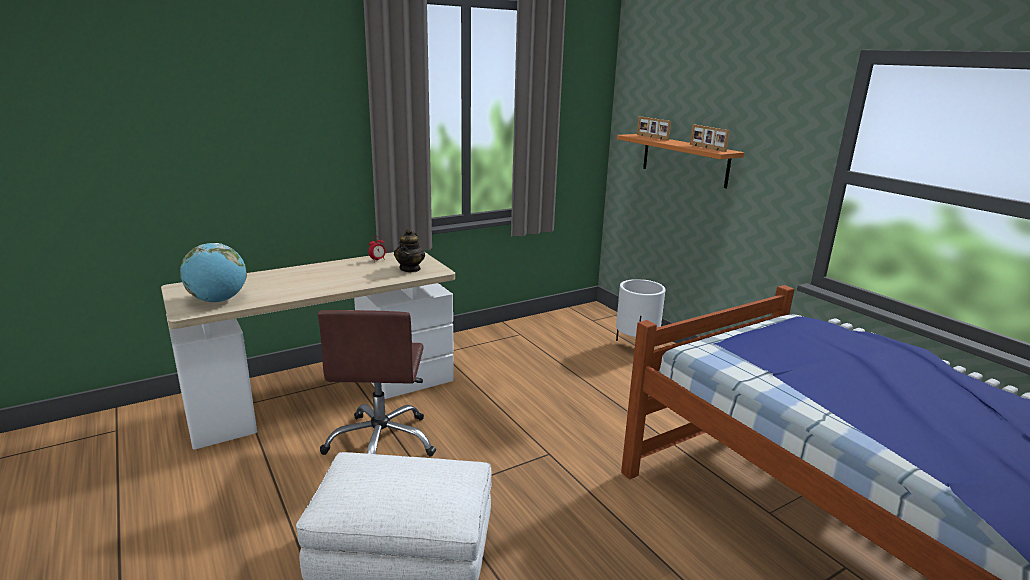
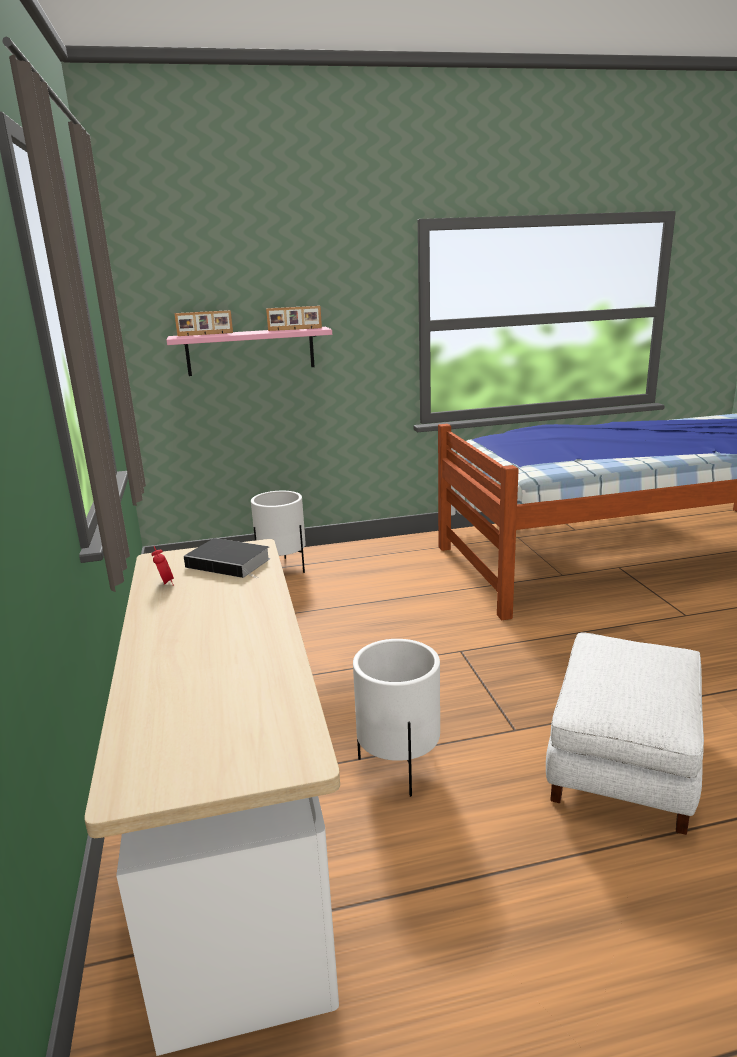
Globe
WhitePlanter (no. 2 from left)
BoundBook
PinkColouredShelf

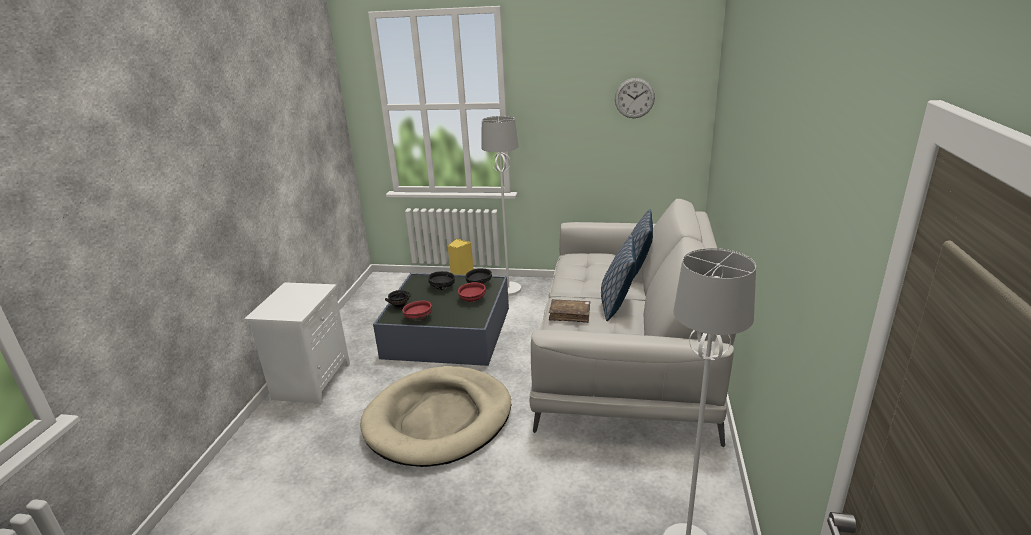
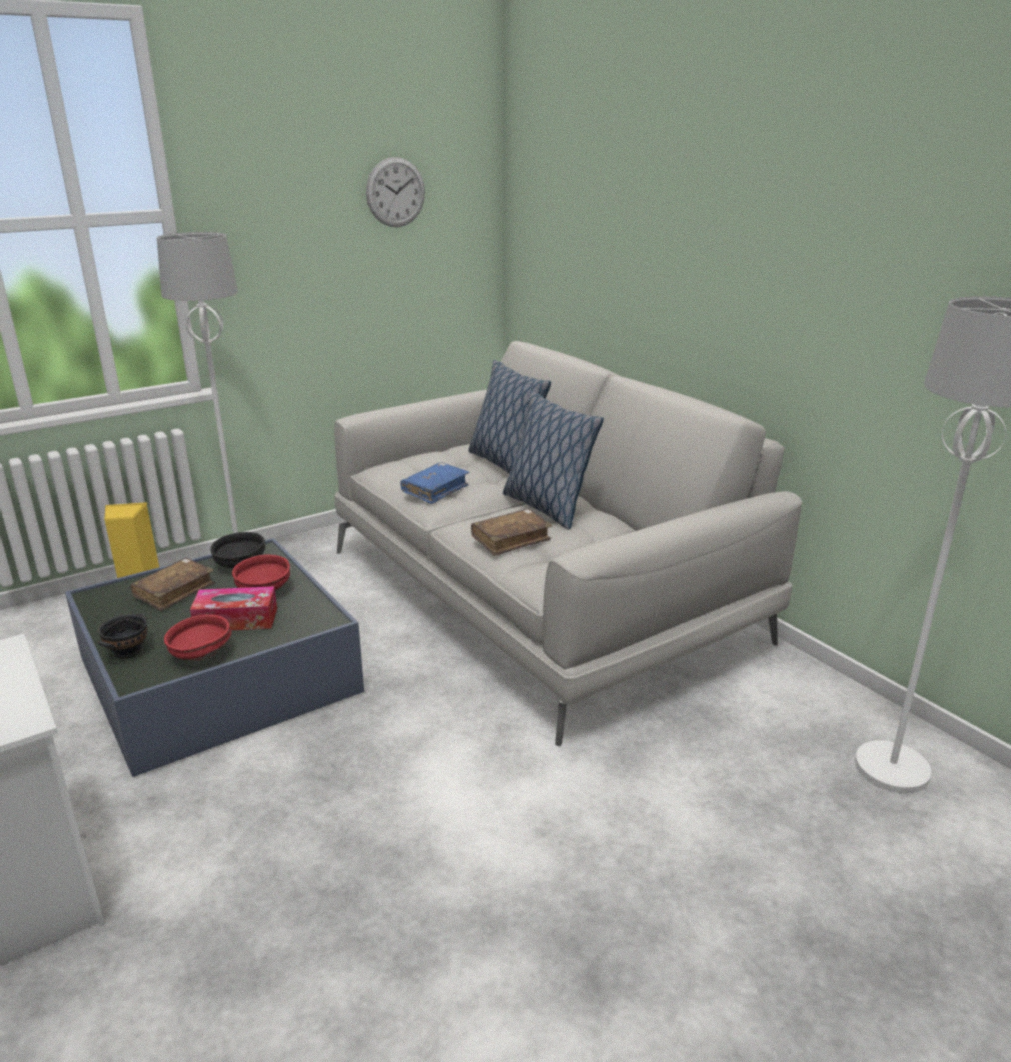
BeigeDogBed
BrownColouredBoundBook (no. 1 from left)
TissueHolder
BluishBoundBook

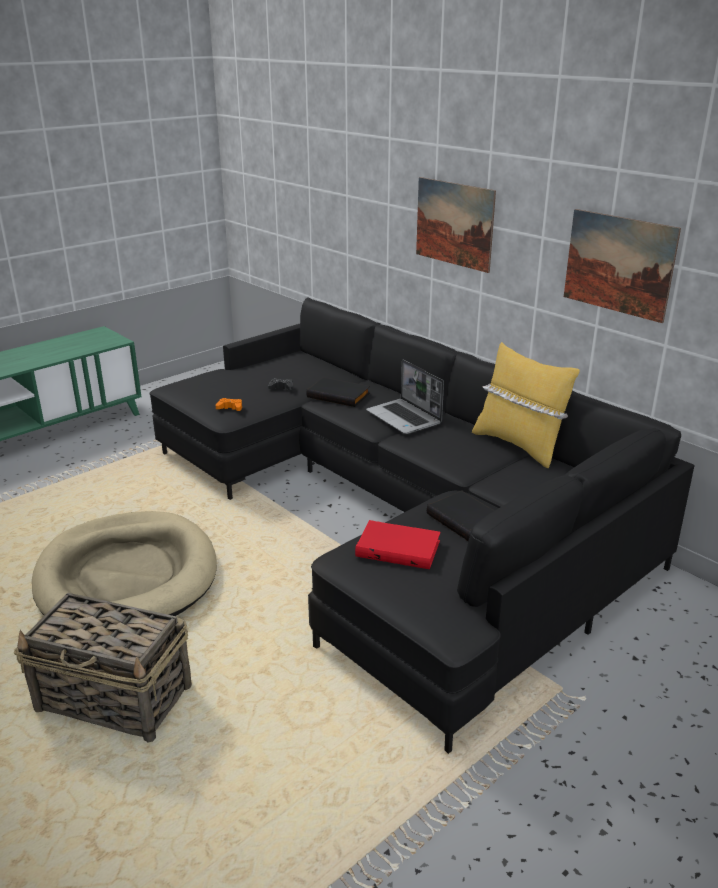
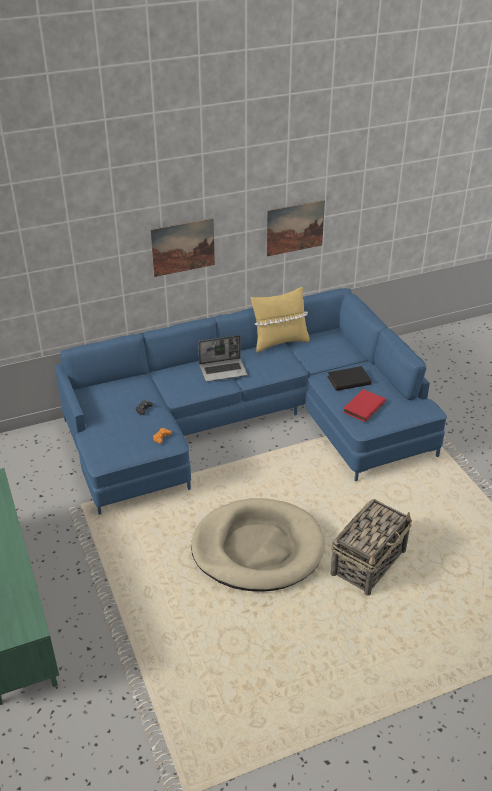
BluishSettee
BlackishBoundBook (no. 1 from left in the first image)

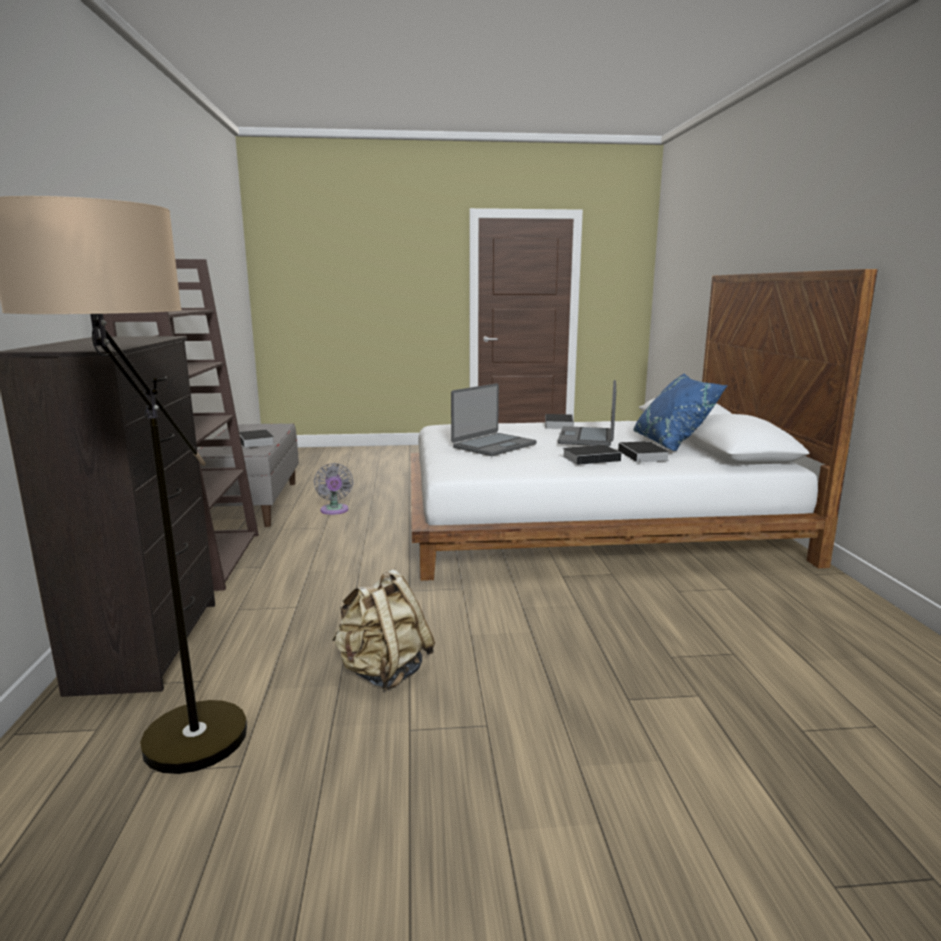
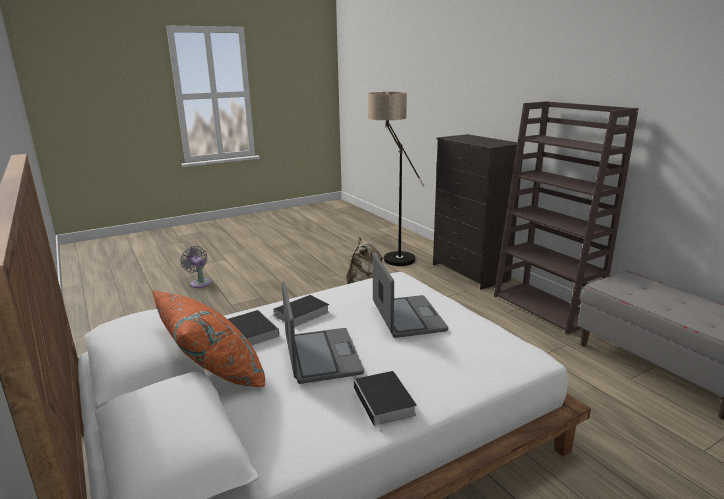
BoundBook (no. 1 from left in the first image)
GrayCoolingFan
NotebookComputer (no. 2 from left)
OrangeColouredThrowPillow

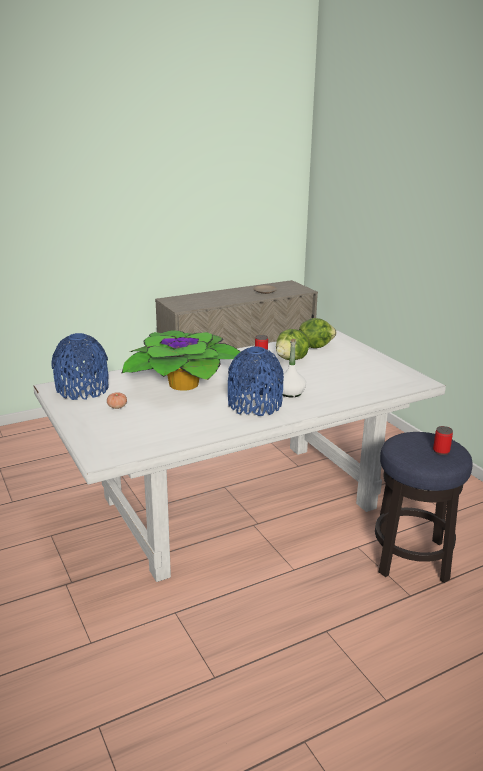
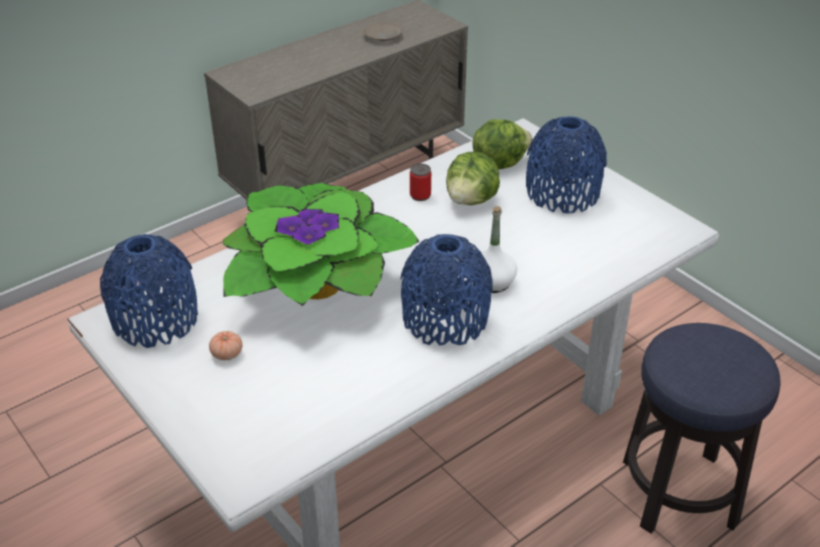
Can (no. 2 from left in the first image)
BluishDecorativeVase (no. 3 from left)

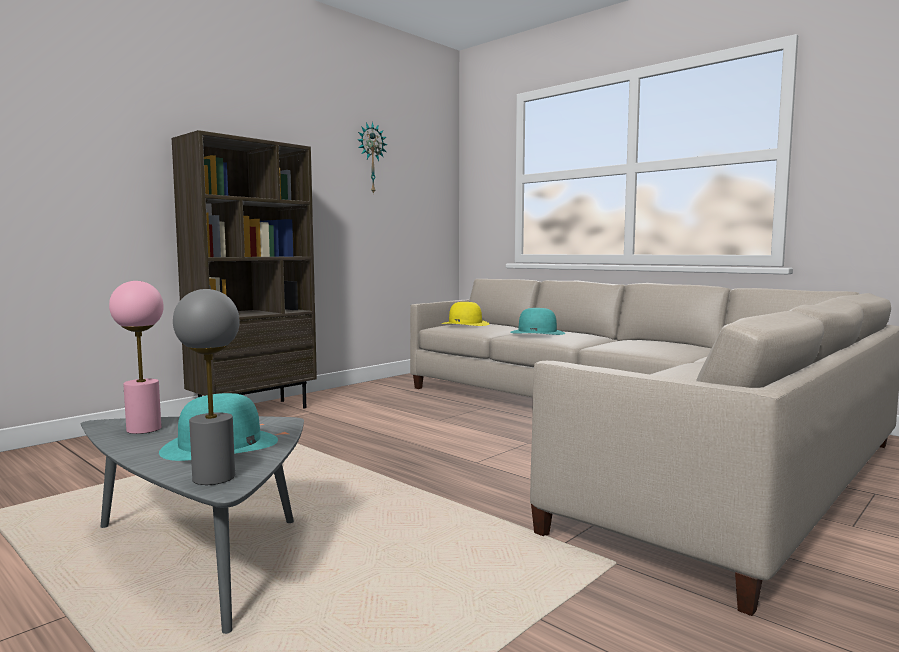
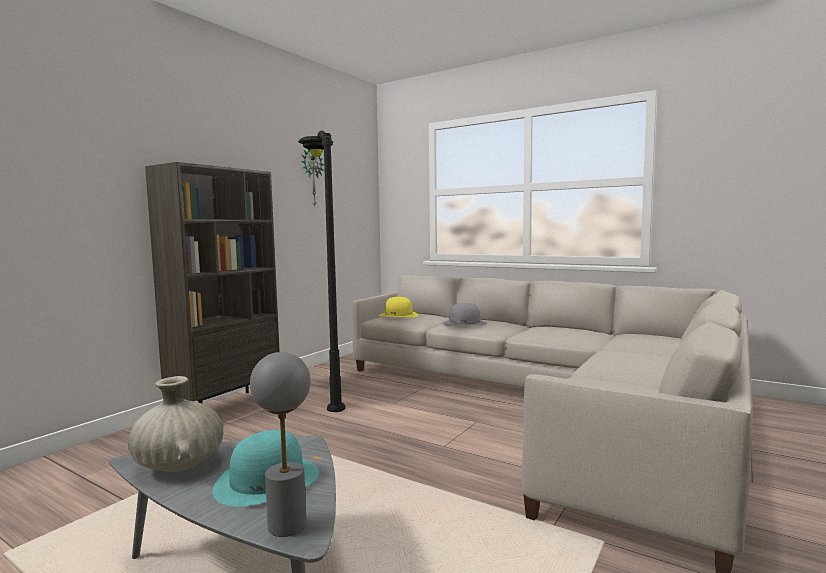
BeigeDecorativeVase
GrayClothingHat
BlackishFloorLamp

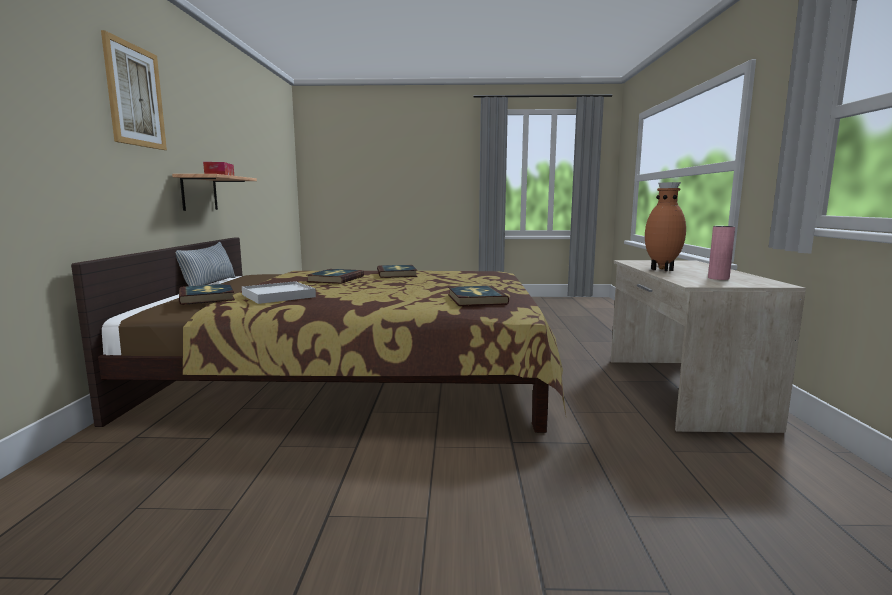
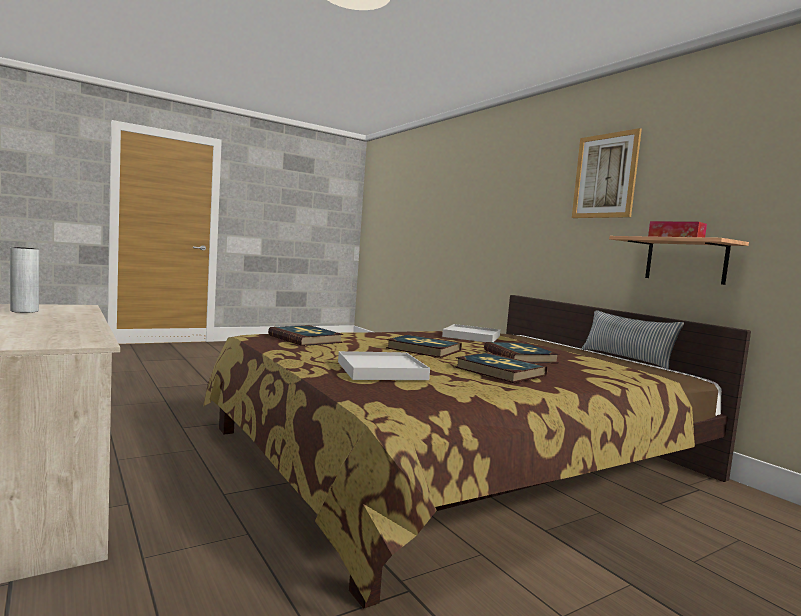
BoundBook (no. 2 from left)
BrownColouredDecorativeVase
GrayDecorativeVase
WhiteCarryingTray (no. 1 from left)

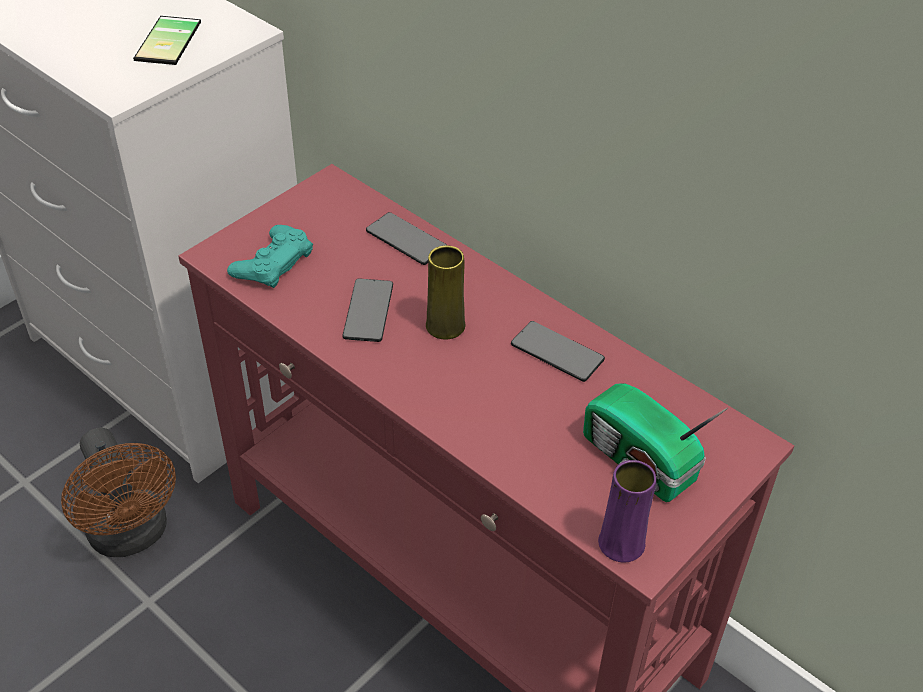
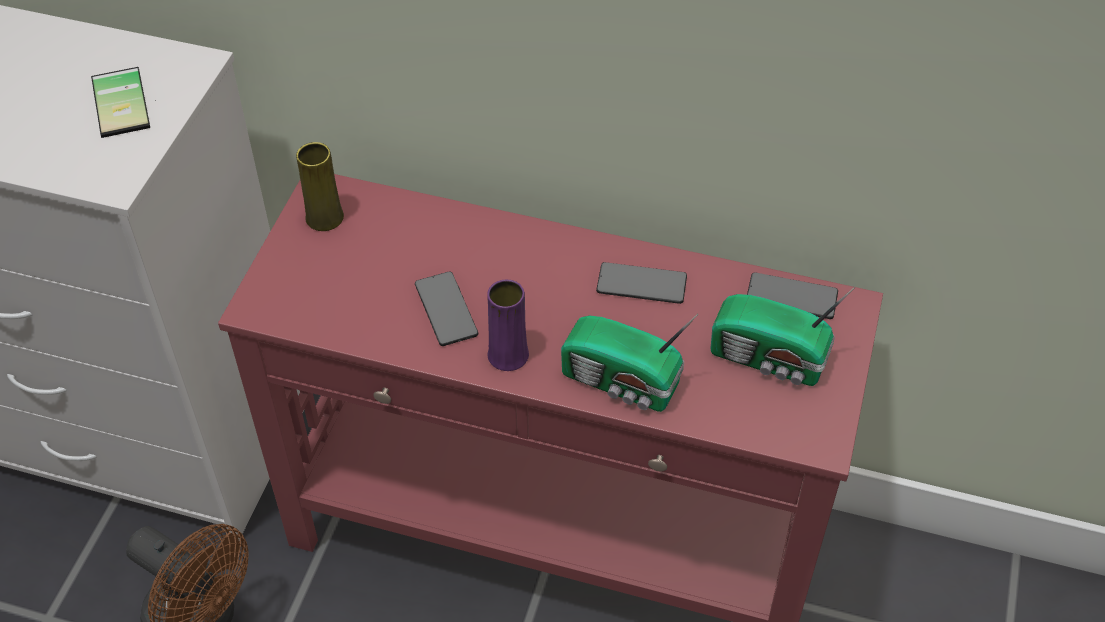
BlueGreenJoypad
Telephone (no. 4 from left)
YellowColouredDecorativeVase
PurplishDecorativeVase
RadioSet (no. 1 from left)

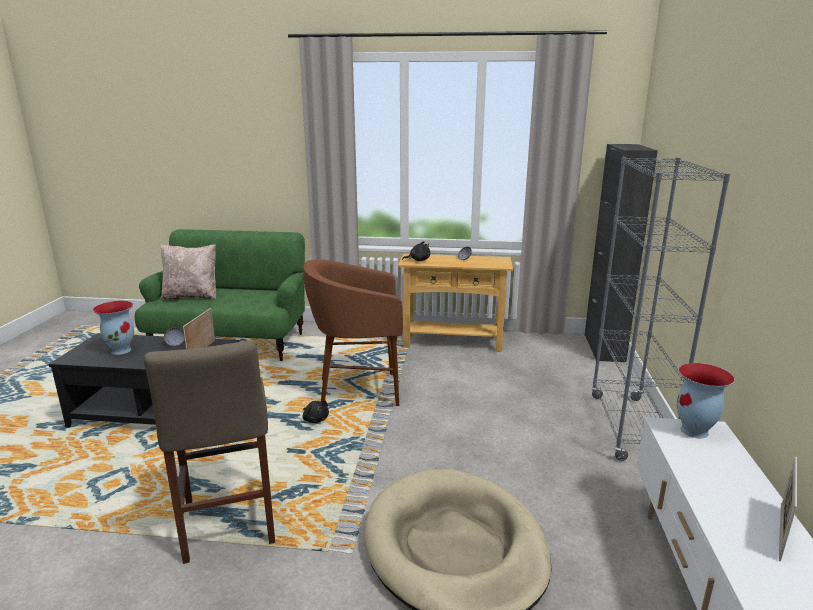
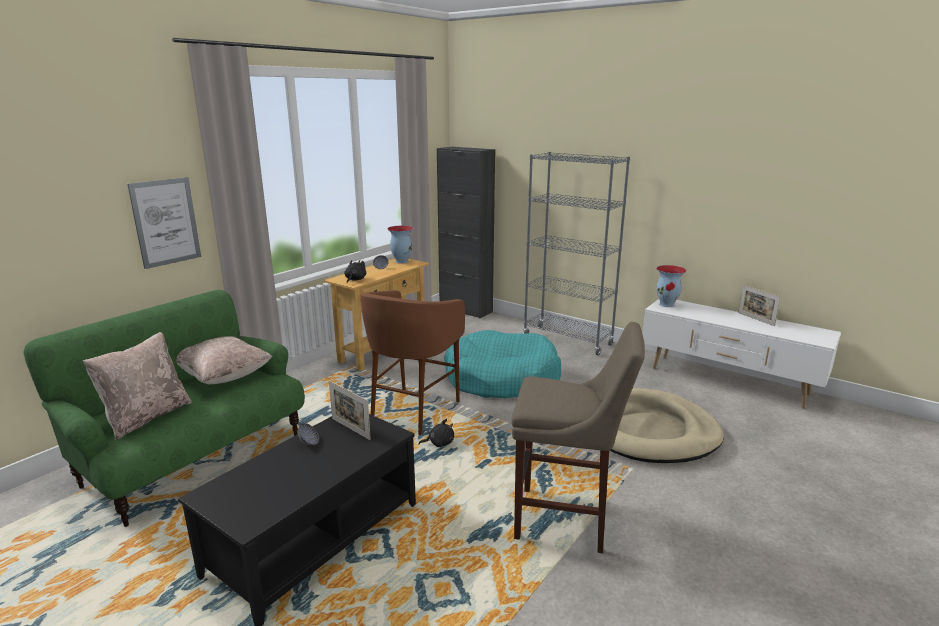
DecorativeVase (no. 1 from left)
WallArt
BeigeThrowPillow (no. 2 from left)
BlueGreenDogBed

